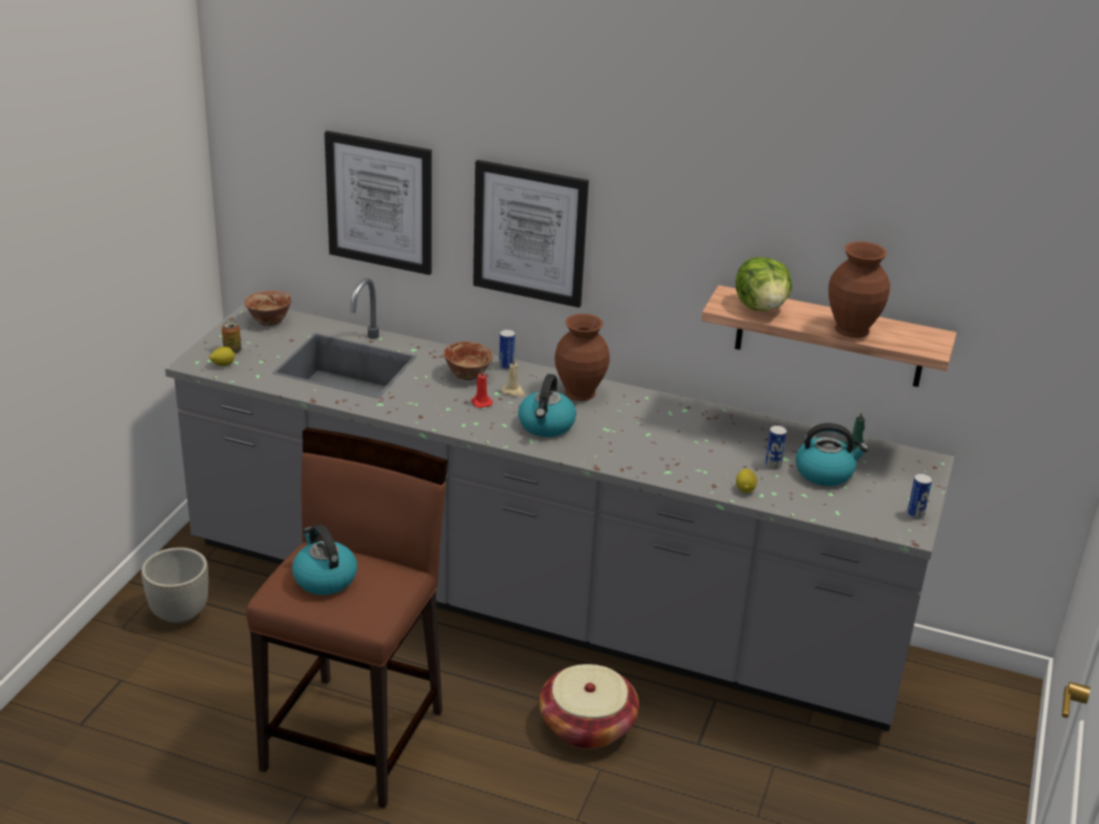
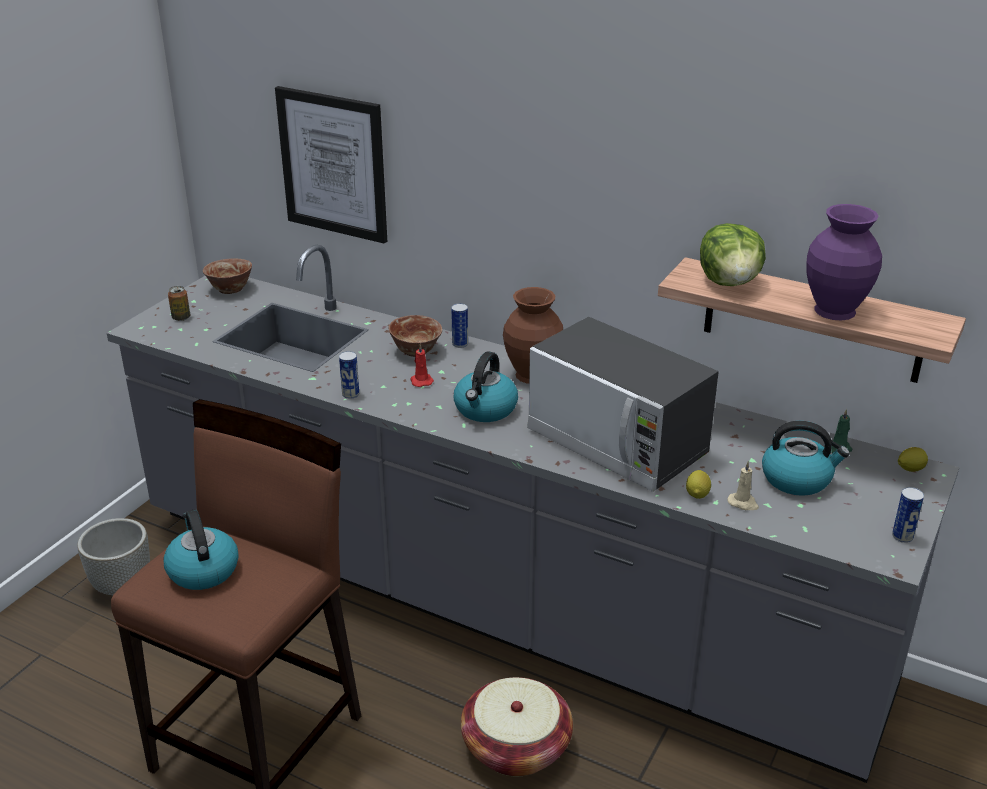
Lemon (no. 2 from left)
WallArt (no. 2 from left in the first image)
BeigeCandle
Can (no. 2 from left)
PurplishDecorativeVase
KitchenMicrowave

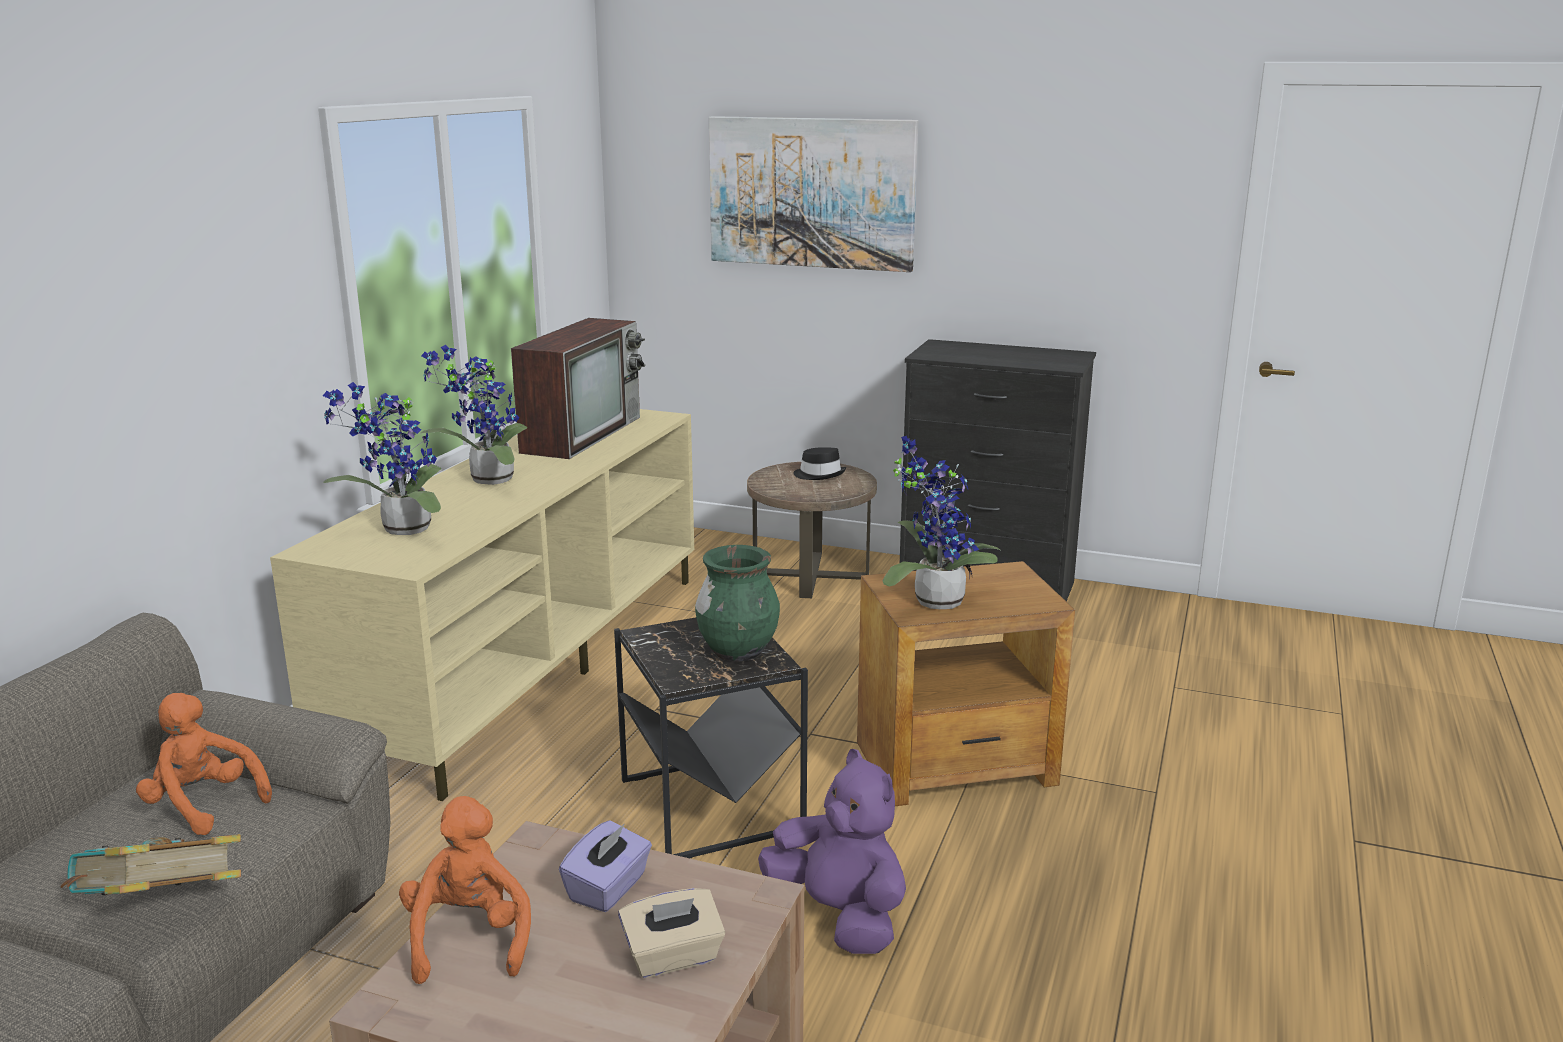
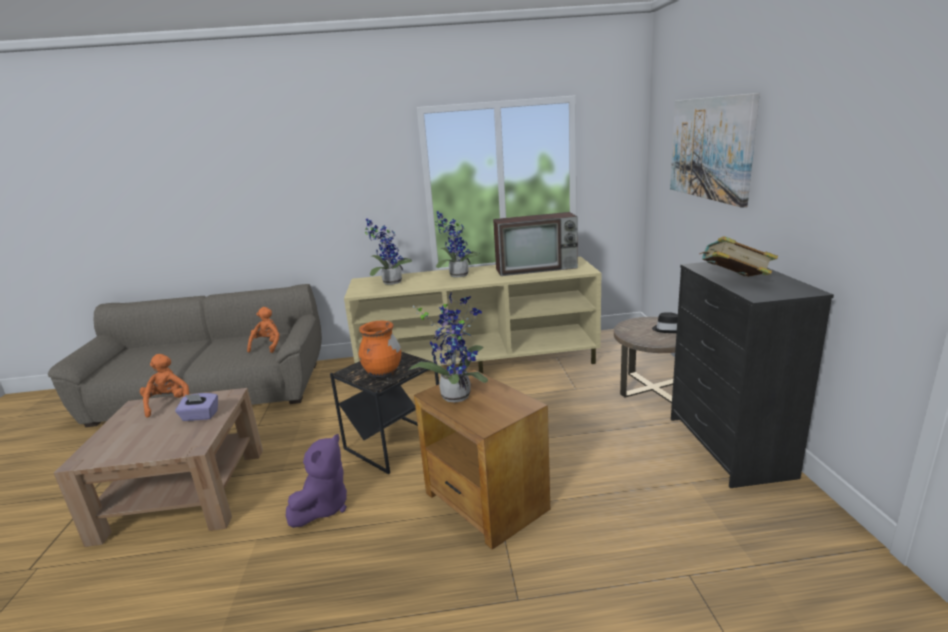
BoundBook
OrangeColouredCuddlyToy (no. 1 from left)
BeigeTissueHolder
OrangeColouredDecorativeVase

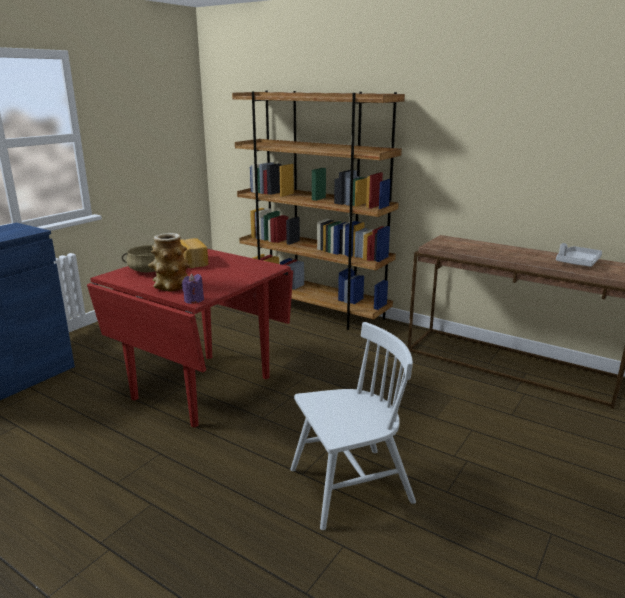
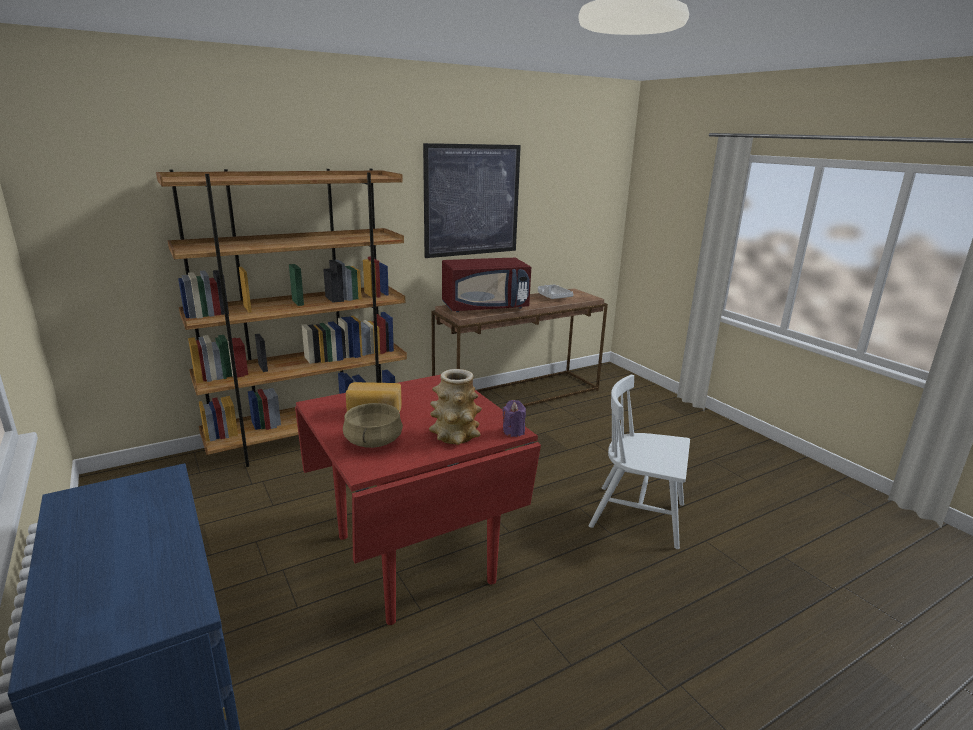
WhiteUprightChair
WallArt
ReddishKitchenMicrowave

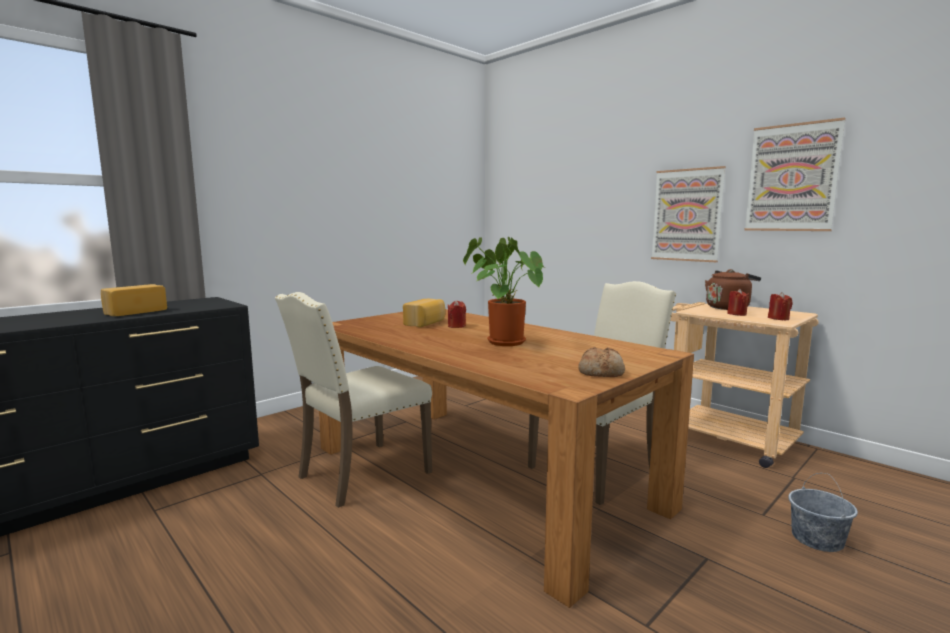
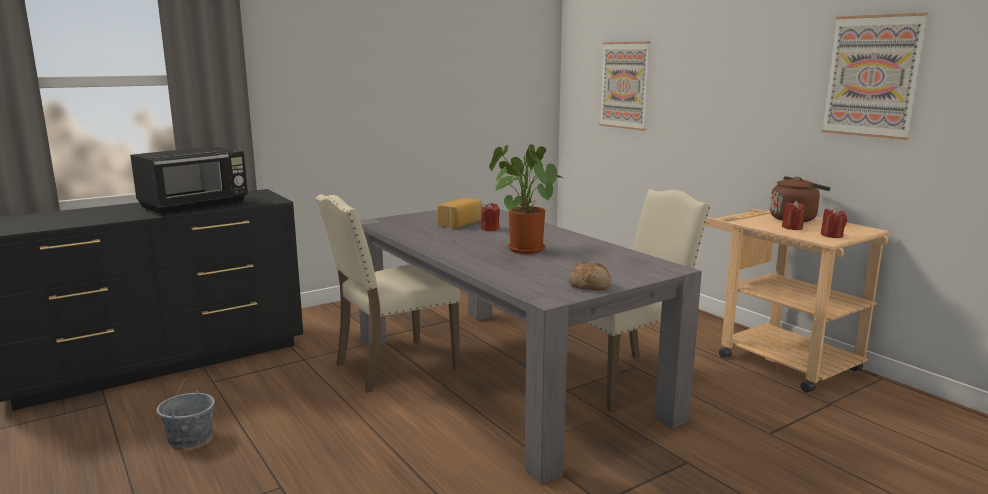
BlackishKitchenMicrowave
GrayDinnerTable
WallArt (no. 1 from left)
GrayWaterBucket

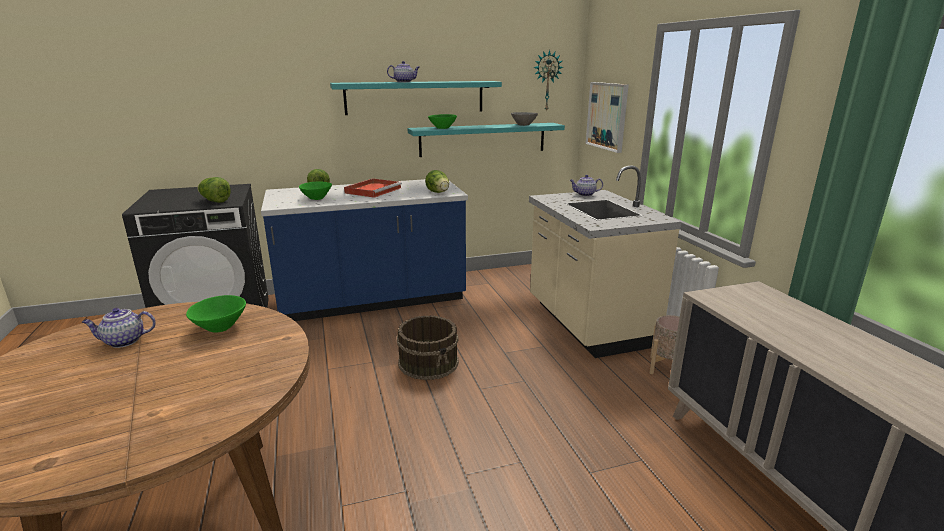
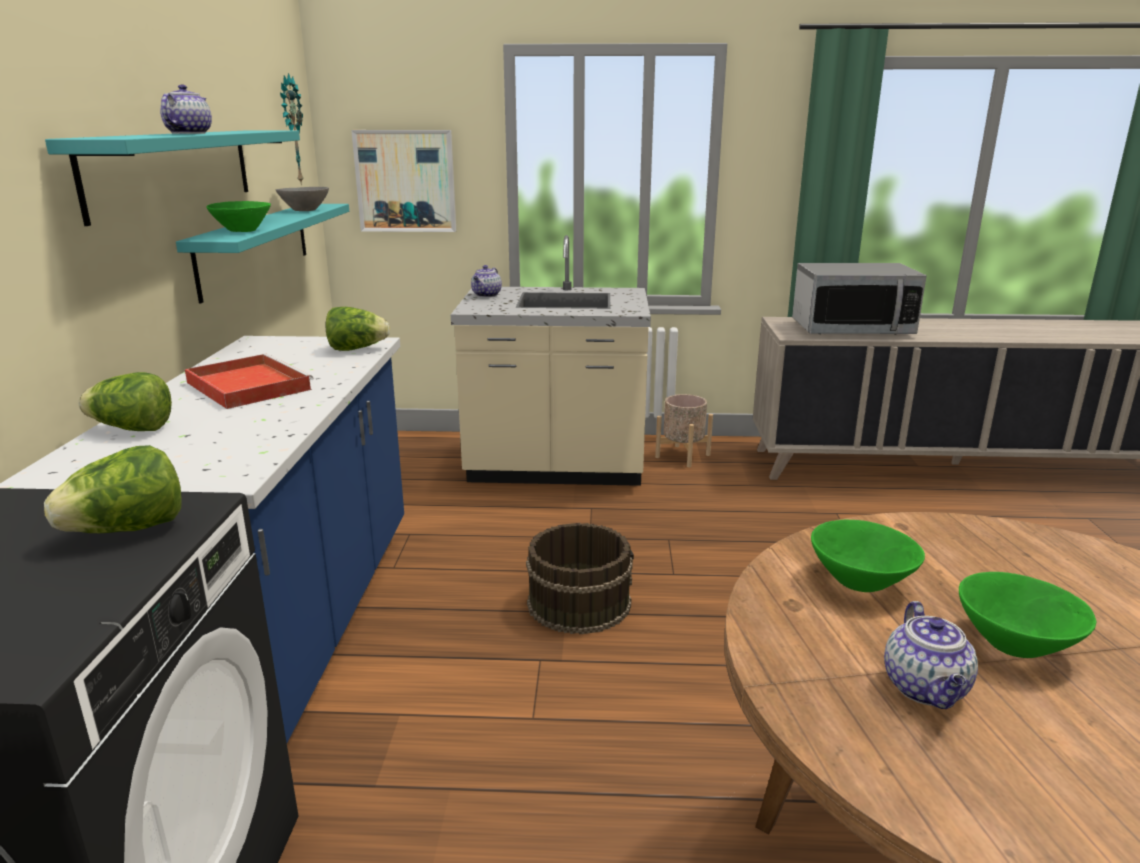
GreenishServingBowl (no. 3 from left)
KitchenMicrowave

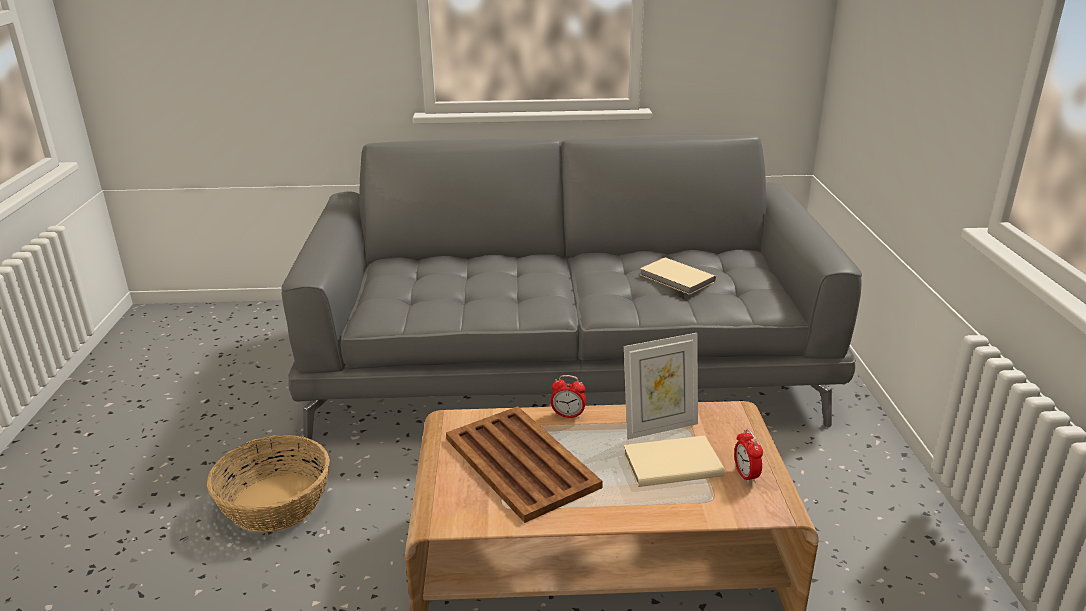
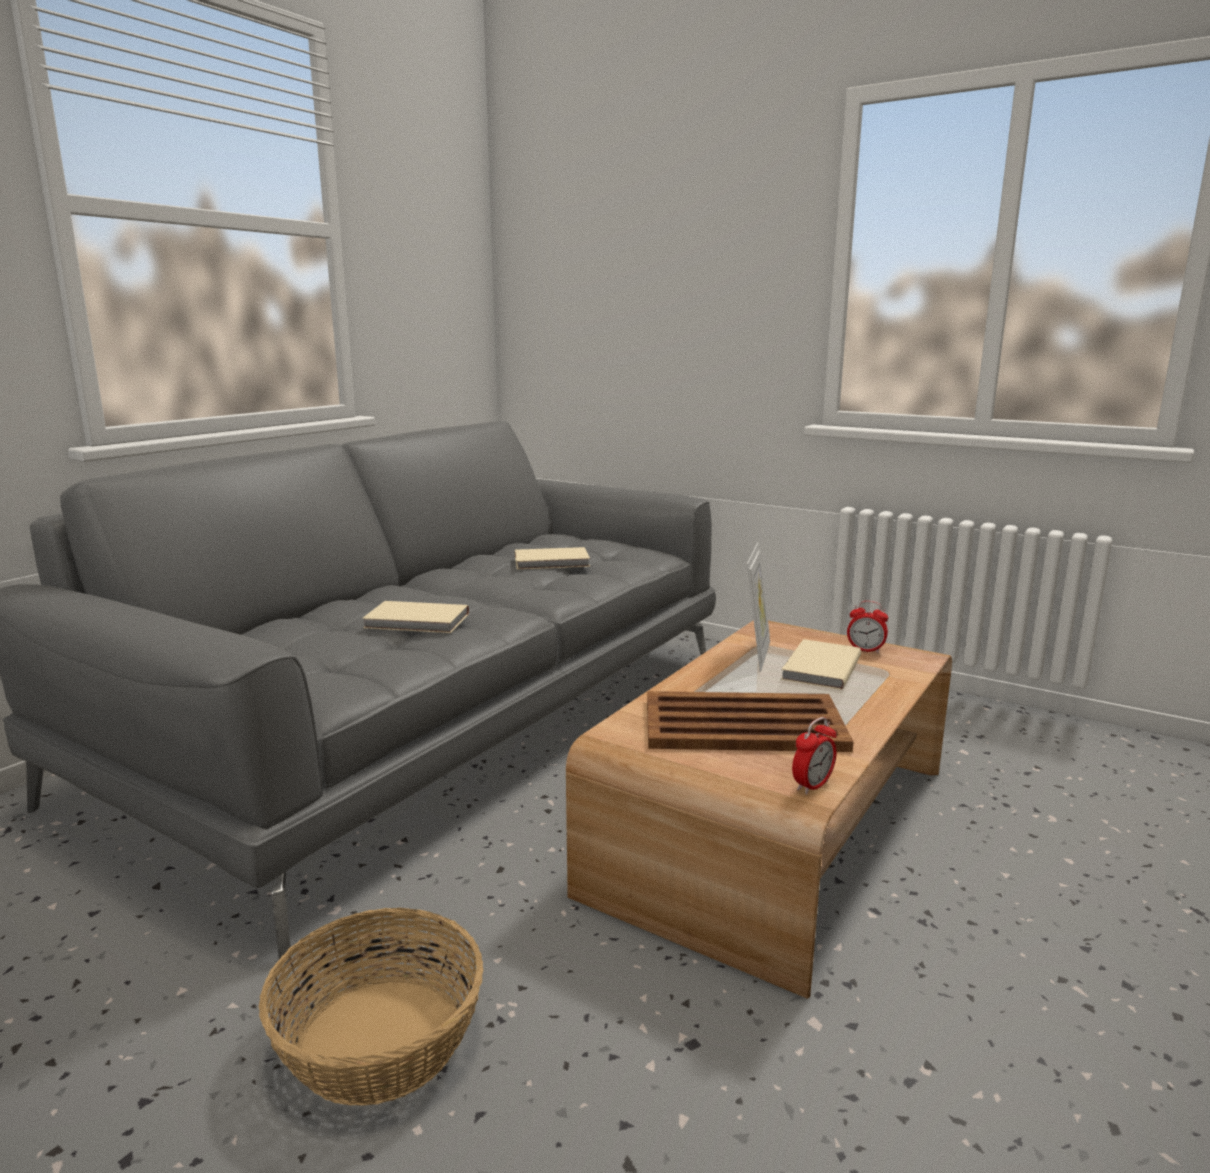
TableClock (no. 1 from left)
BeigeBoundBook (no. 1 from left)

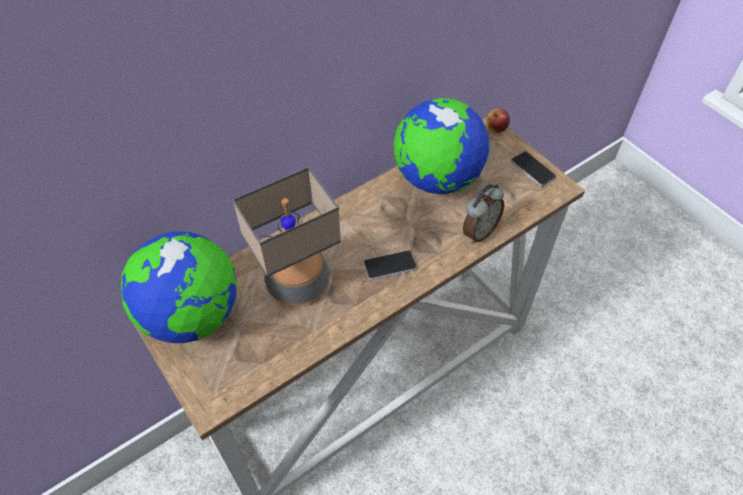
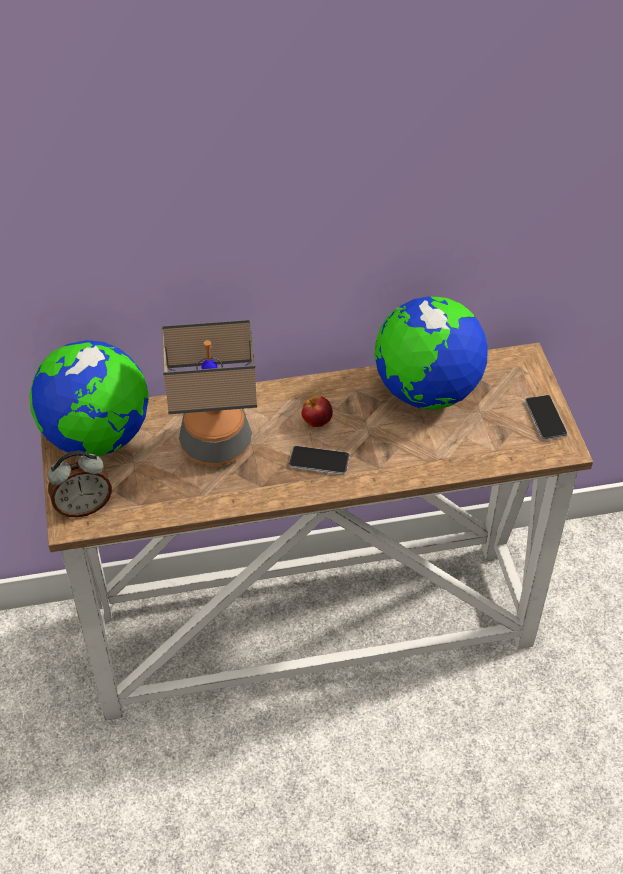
TableClock
AppleFruit

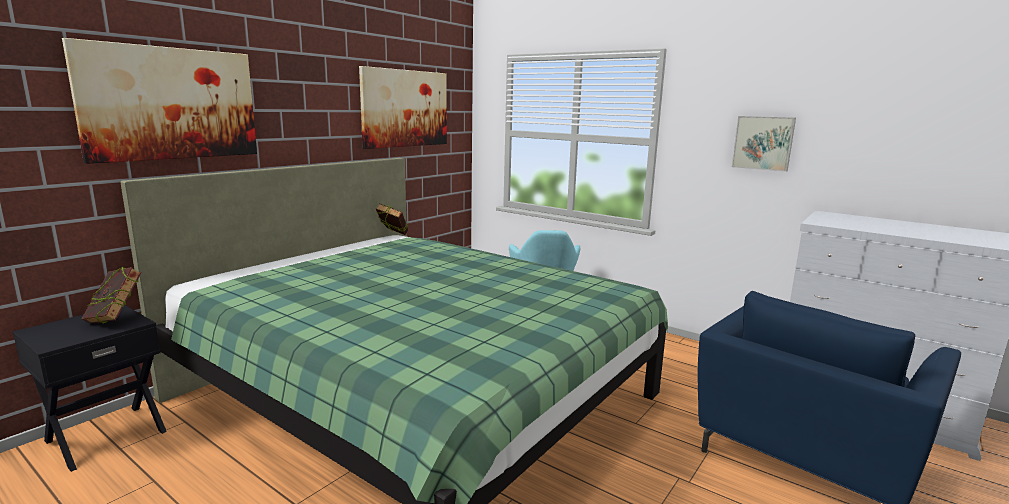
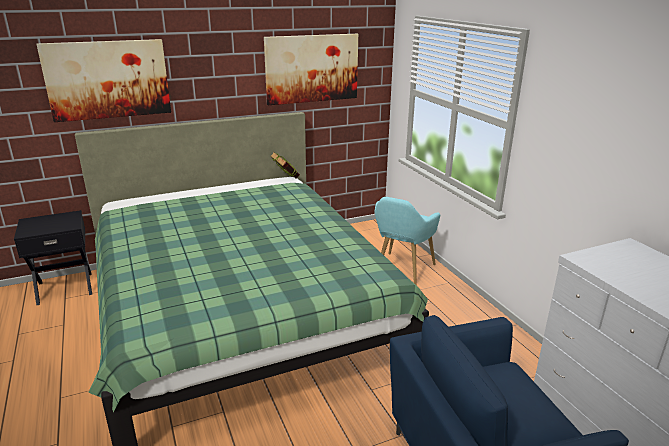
BoundBook (no. 1 from left in the first image)
WallArt (no. 3 from left in the first image)

